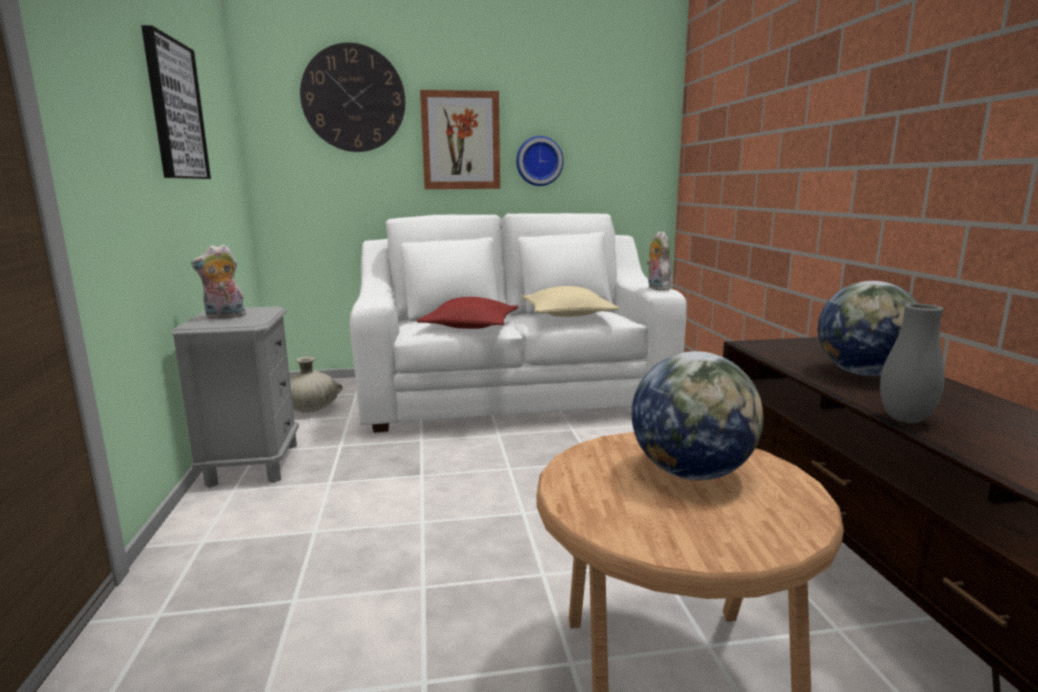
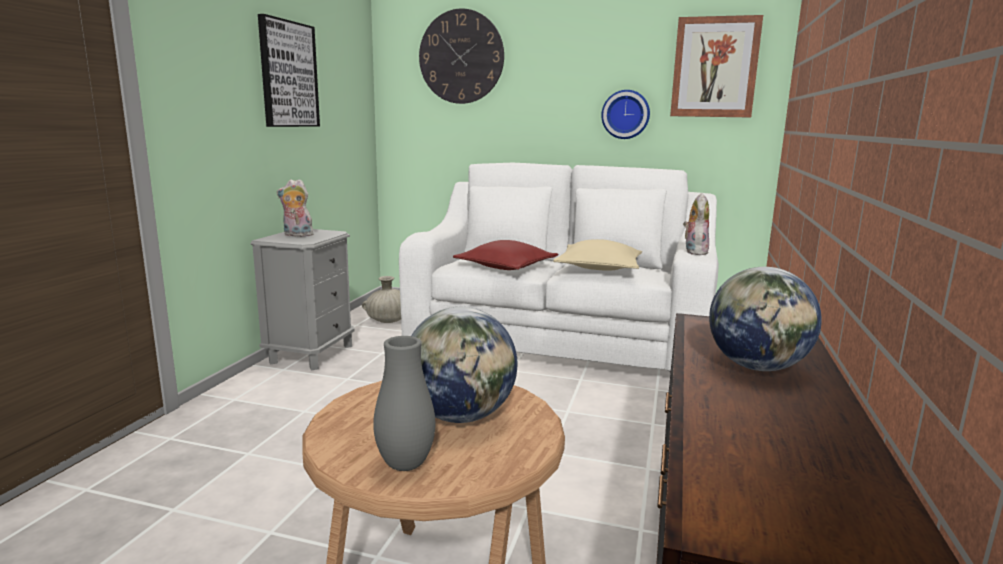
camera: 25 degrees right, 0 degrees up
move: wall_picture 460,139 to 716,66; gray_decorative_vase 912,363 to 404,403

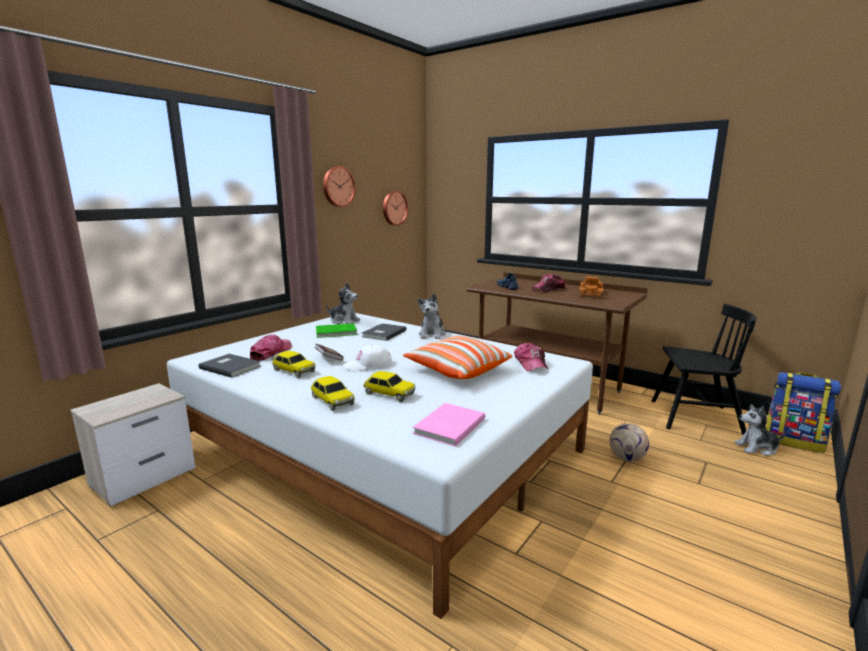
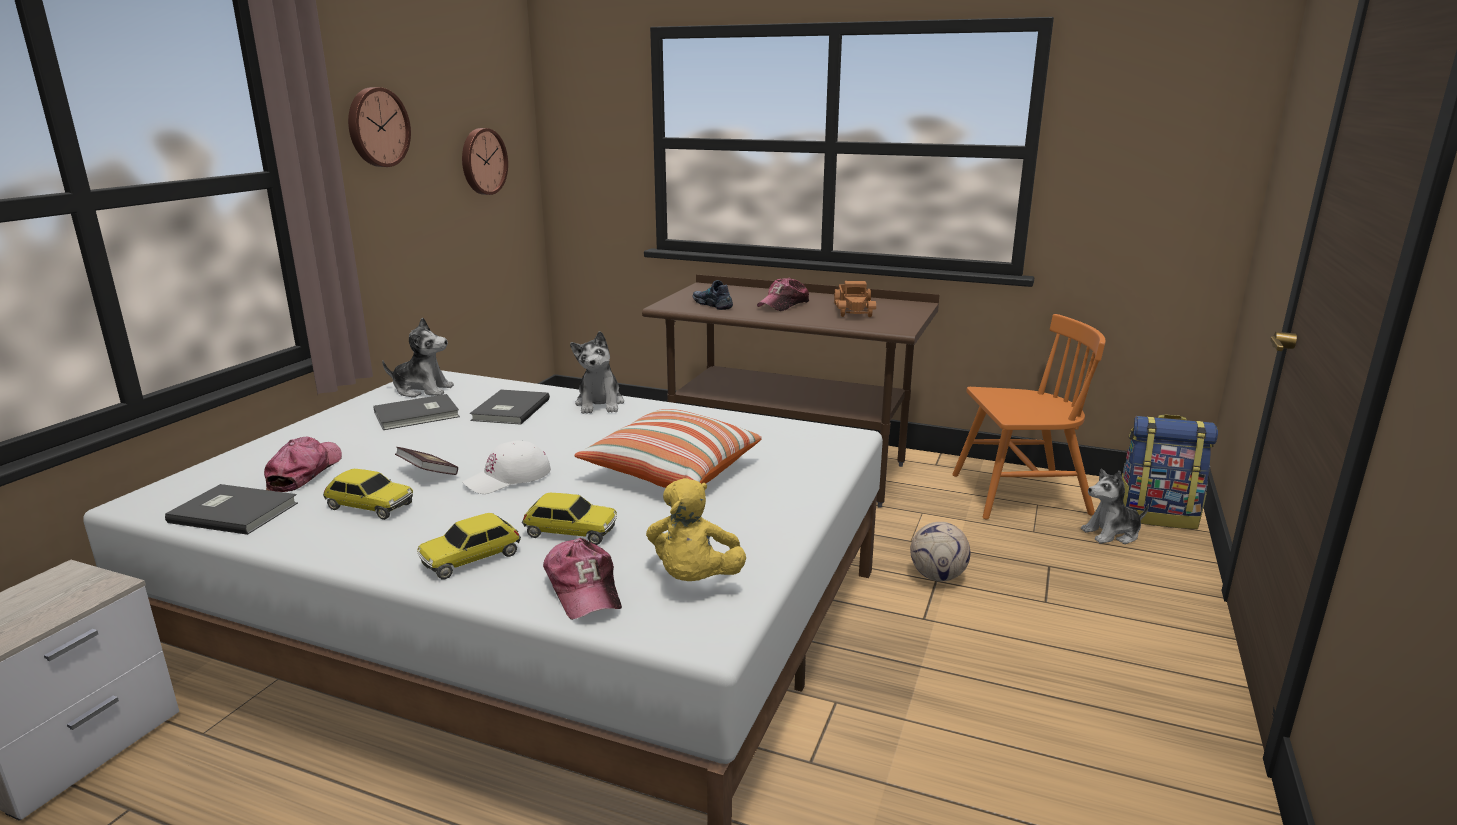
camera: 15 degrees left, 5 degrees up
move: peaked_cap 531,356 to 582,579
replace: pink_volume 449,424 to yellowish_soft_toy 696,529
recolor: green-coloured_volume 336,330 to gray_volume 416,412; black-coloured_plain_chair 704,369 to orange-coloured_plain_chair 1029,416
rotate: toy_car 333,393 = 469,546 105 degrees clockwise

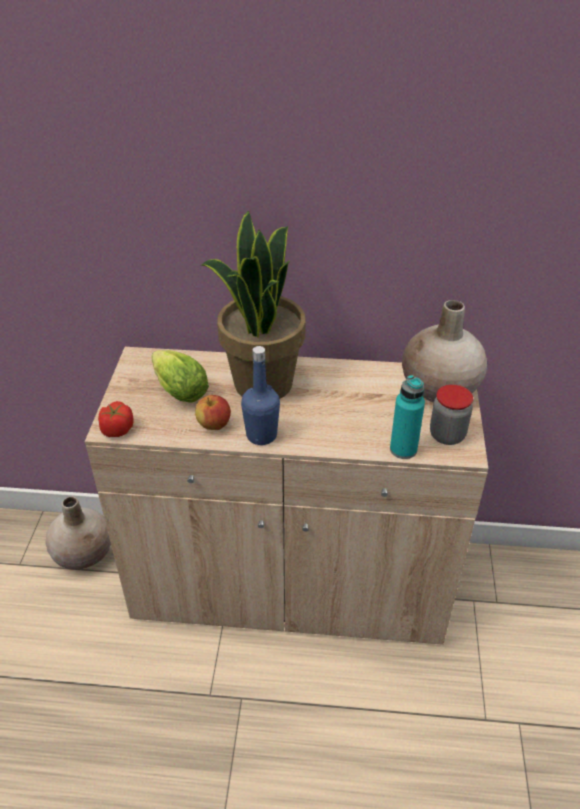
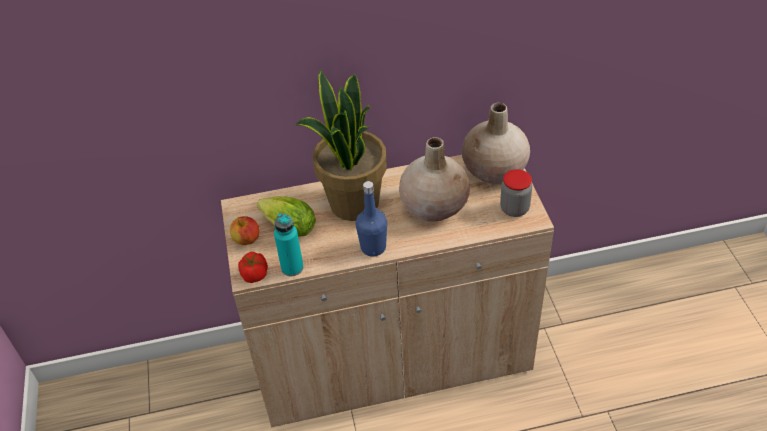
camera: 15 degrees left, 5 degrees up
move: sand-coloured_decorative_vase 78,533 to 434,179; whole_apple 213,412 to 244,230; turquoise-coloured_drink_bottle 407,417 to 289,244

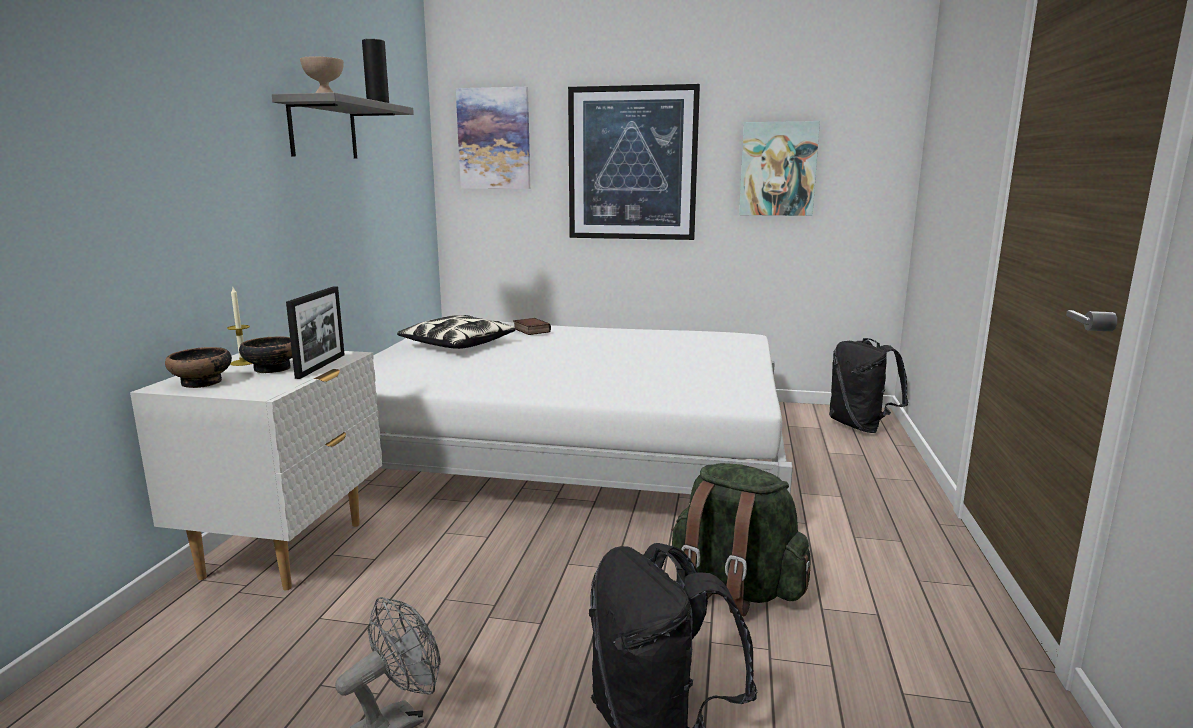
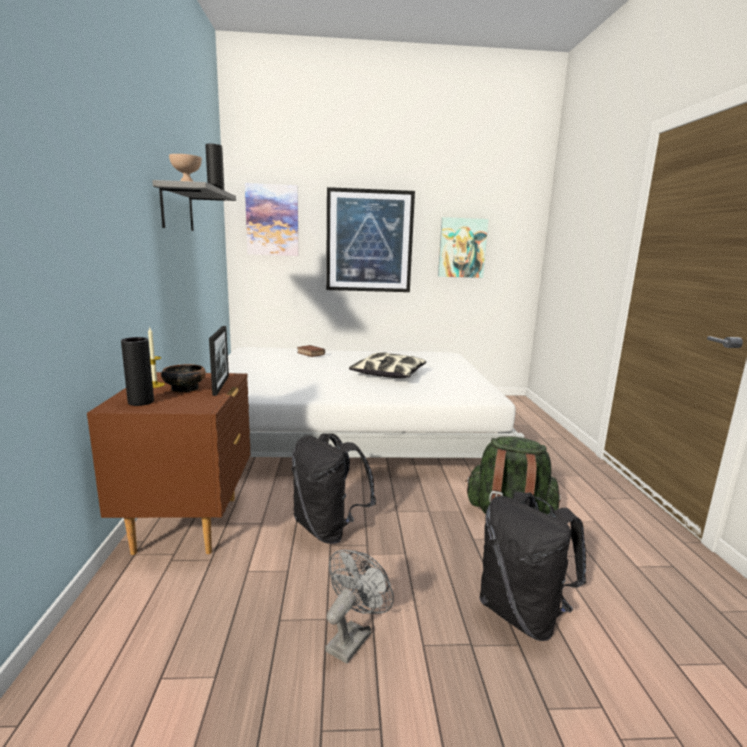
camera: 15 degrees left, 0 degrees up
move: pillow 456,332 to 387,365; black-coloured_rucksack 868,385 to 333,488
replace: bowl 198,367 to black-coloured_decorative_vase 137,371
recolor: whitish_bedside_table 256,470 to brownish_bedside_table 168,463

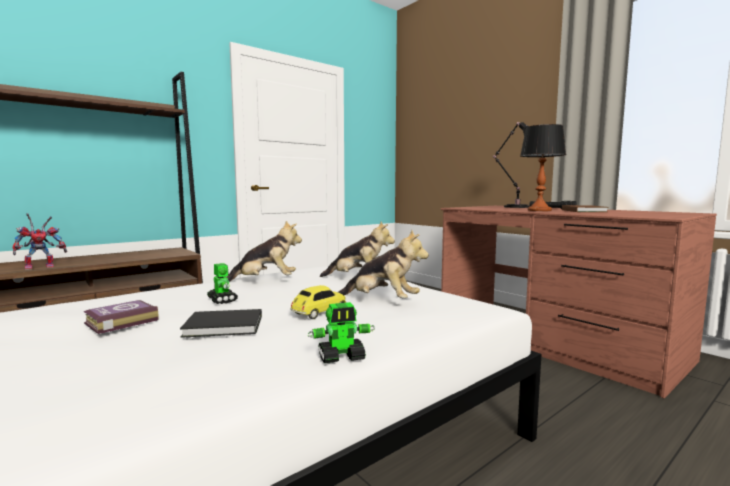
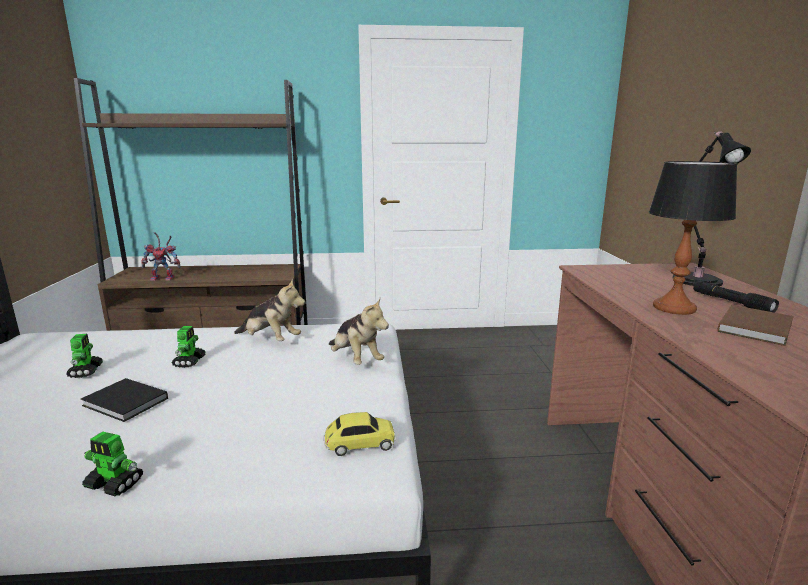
camera: 35 degrees right, 10 degrees up
delete: soft_toy 383,264
move: toy_car 318,302 to 359,434
replace: volume 120,317 to toy_robot 84,356

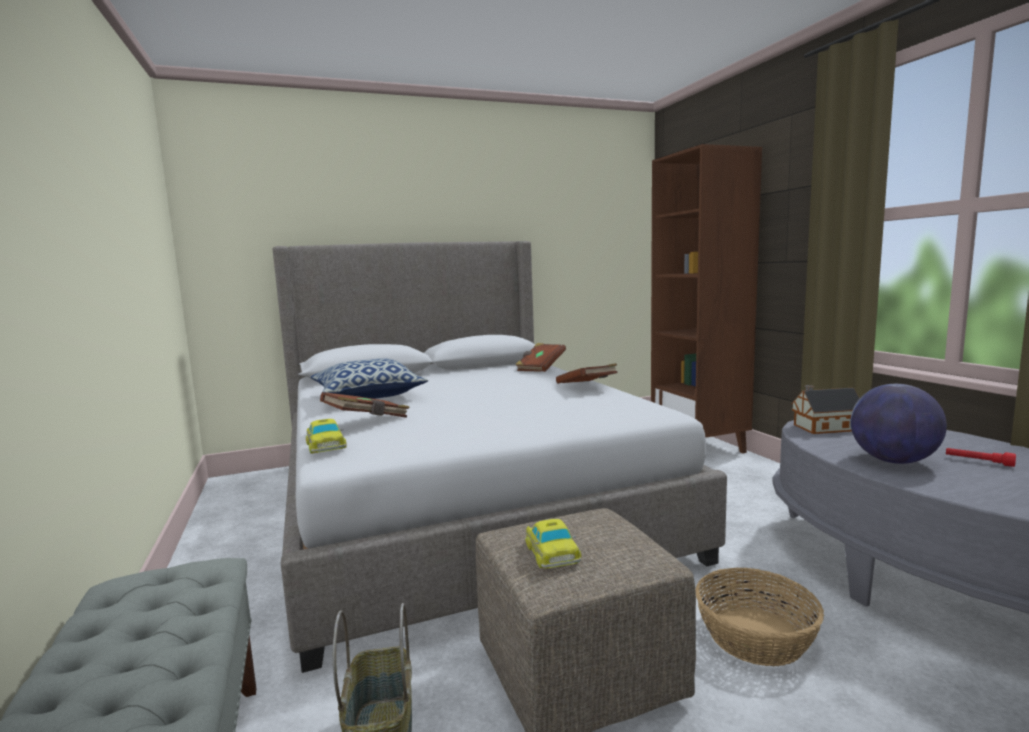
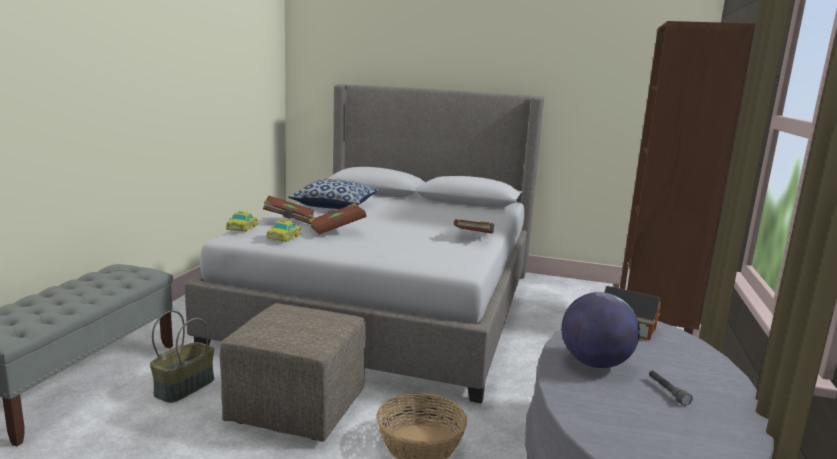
camera: 35 degrees right, 5 degrees up
move: brownish_volume 540,357 to 337,218; toy_car 553,544 to 284,231
recolor: reddish_torch 981,457 to gray_torch 671,388

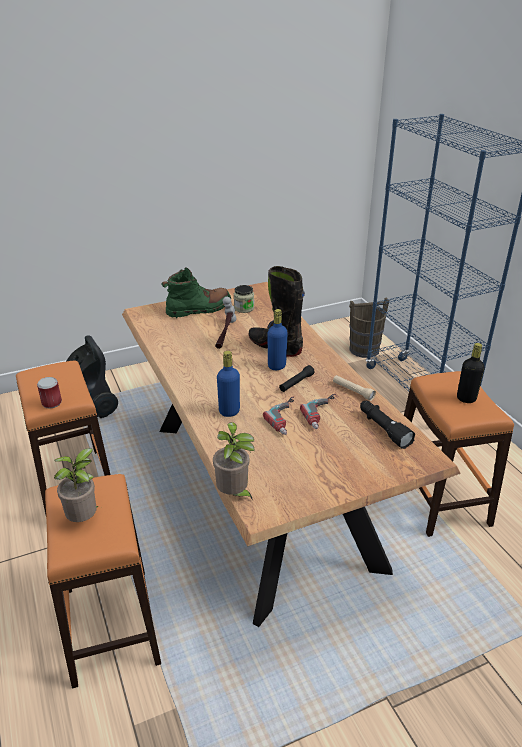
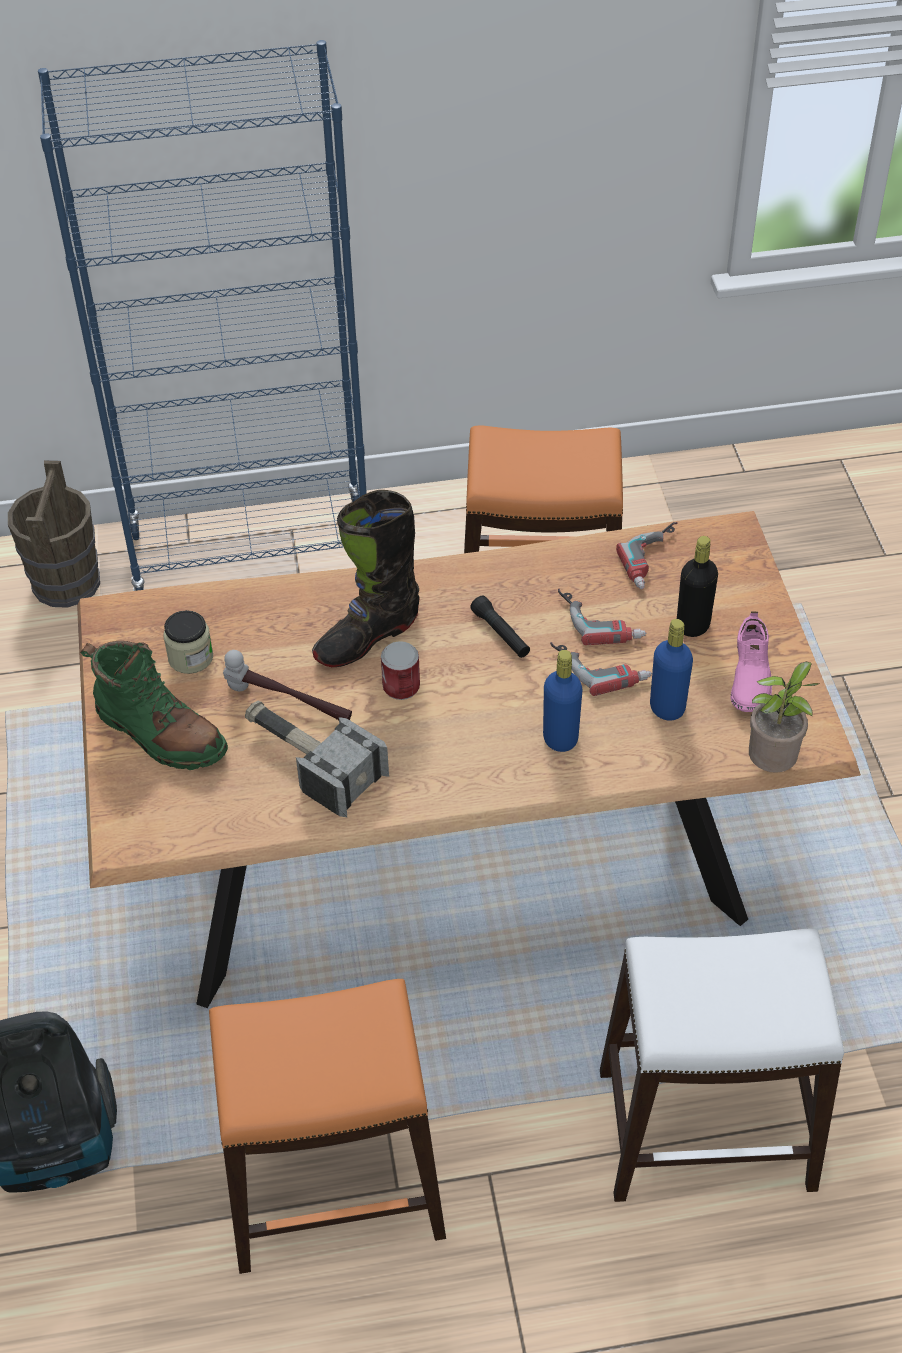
camera: 75 degrees left, 15 degrees up
delete: potted_plant 76,485; sand-coloured_torch 354,388
insert: hammer 317,758; pink_low_shoe 751,661
move: sealed_can 49,393 to 400,670; bluish_drink_bottle 278,339 to 671,670; black-coloured_drink_bottle 471,373 to 697,586
replace: black-coloured_torch 387,425 to power_drill 647,555
recolor: orange-coloured_stool_seat 103,581 to whitish_stool_seat 722,1065
rotate: green-coloured_high-top_boot 196,292 = 154,705 135 degrees clockwise

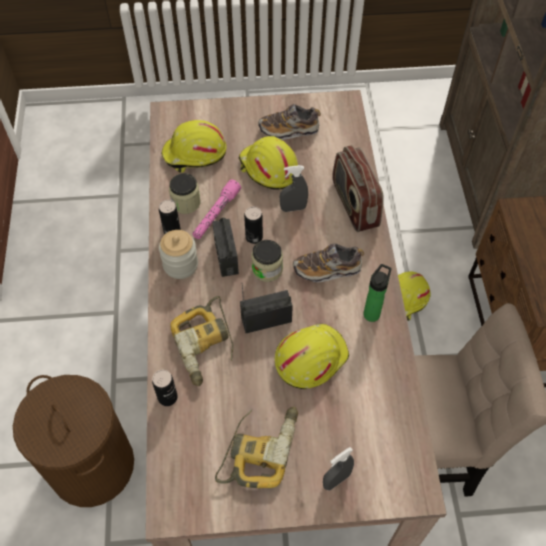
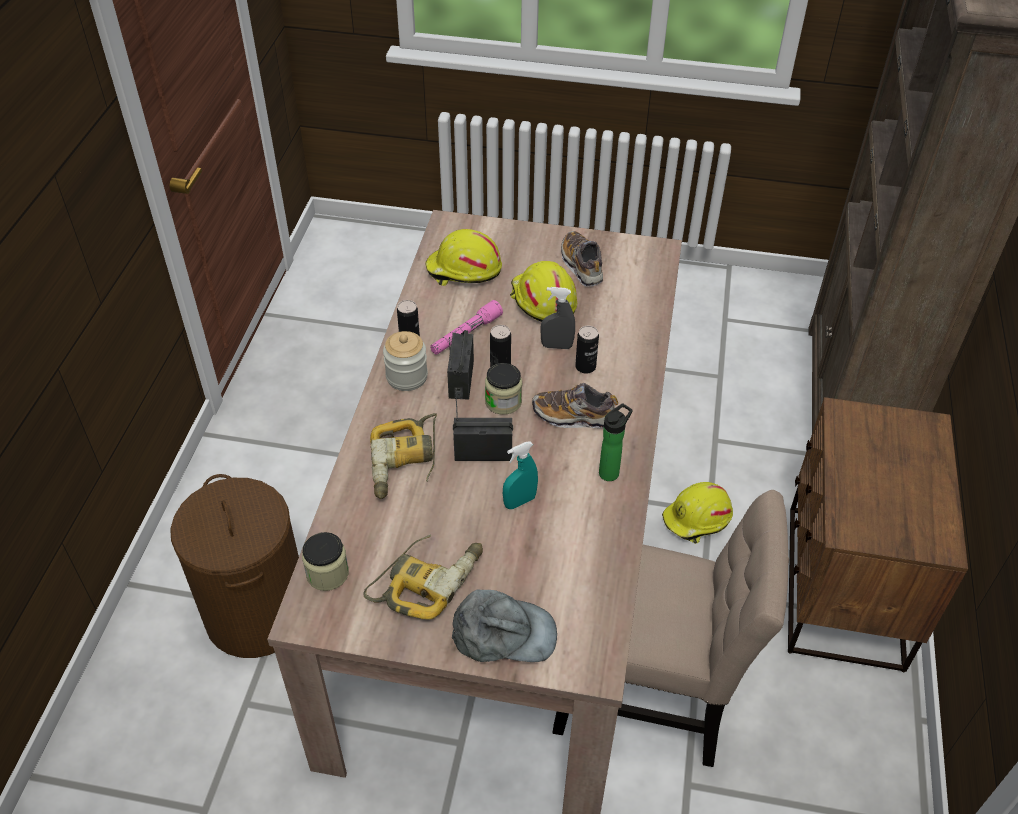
camera: 15 degrees right, 10 degrees down
delete: radio_receiver 358,188
move: sealed_can 165,388 to 587,350; preserve_jar 184,193 to 325,561
replace: yellowish_safety_helmet 312,356 to turquoise-coloured_spray_bottle 520,475; gray_spray_bottle 338,468 to gray_peaked_cap 504,625
rotate: low_shoe 289,122 = 582,259 60 degrees clockwise

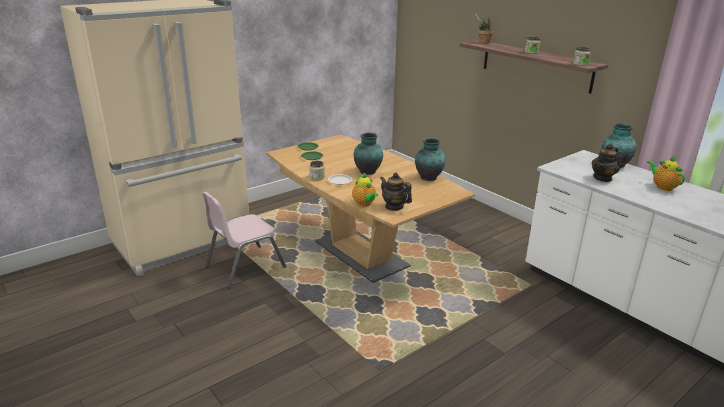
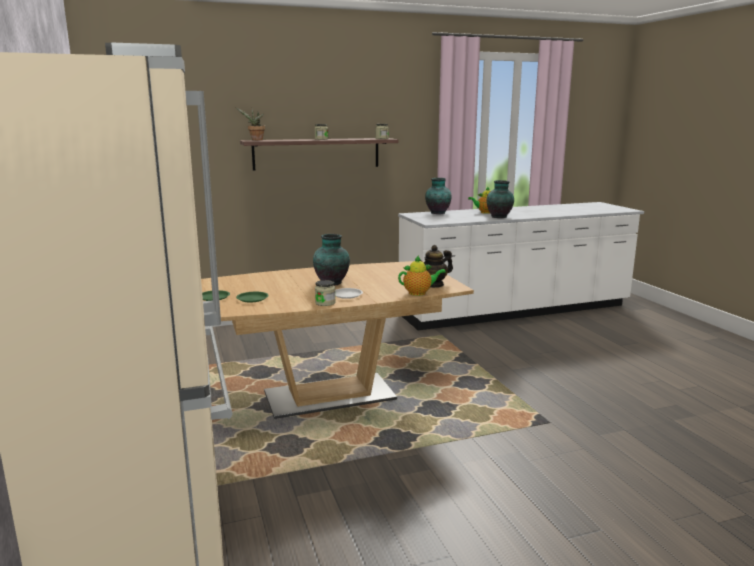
camera: 70 degrees left, 10 degrees down
delete: pink_plain_chair 244,240; tea_pot 606,163
move: decorative_vase 430,159 to 500,199

